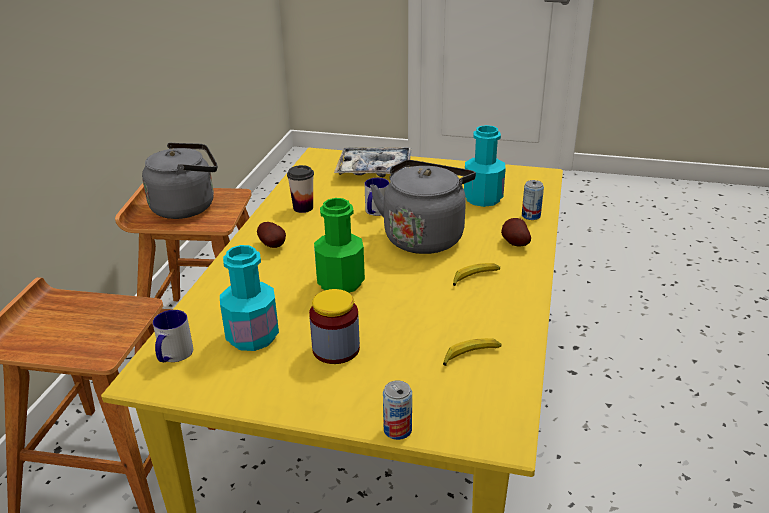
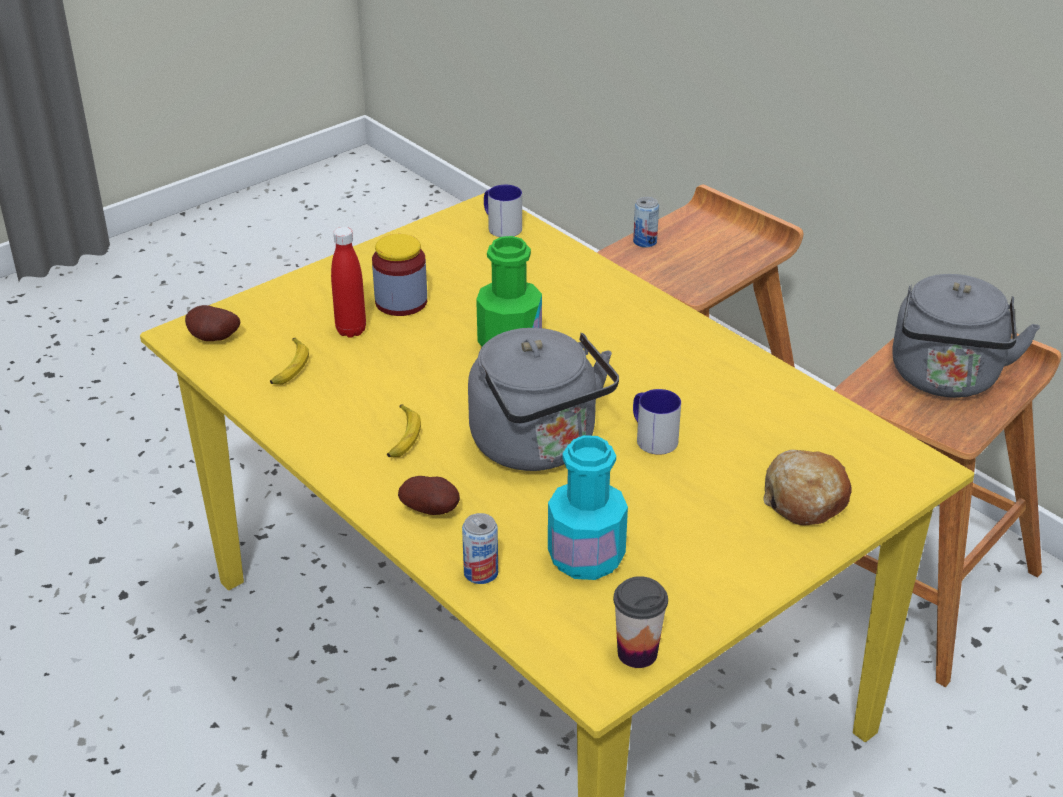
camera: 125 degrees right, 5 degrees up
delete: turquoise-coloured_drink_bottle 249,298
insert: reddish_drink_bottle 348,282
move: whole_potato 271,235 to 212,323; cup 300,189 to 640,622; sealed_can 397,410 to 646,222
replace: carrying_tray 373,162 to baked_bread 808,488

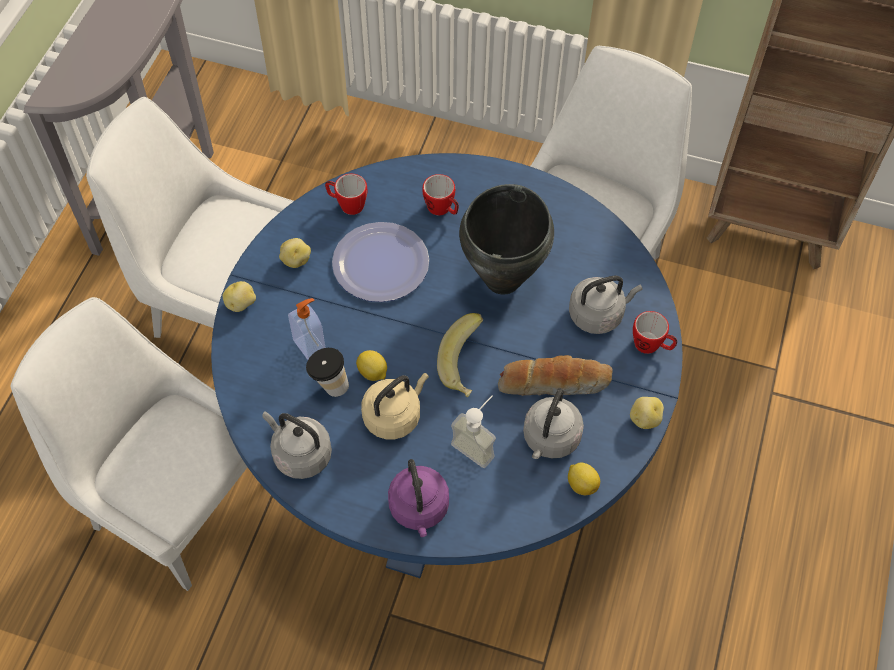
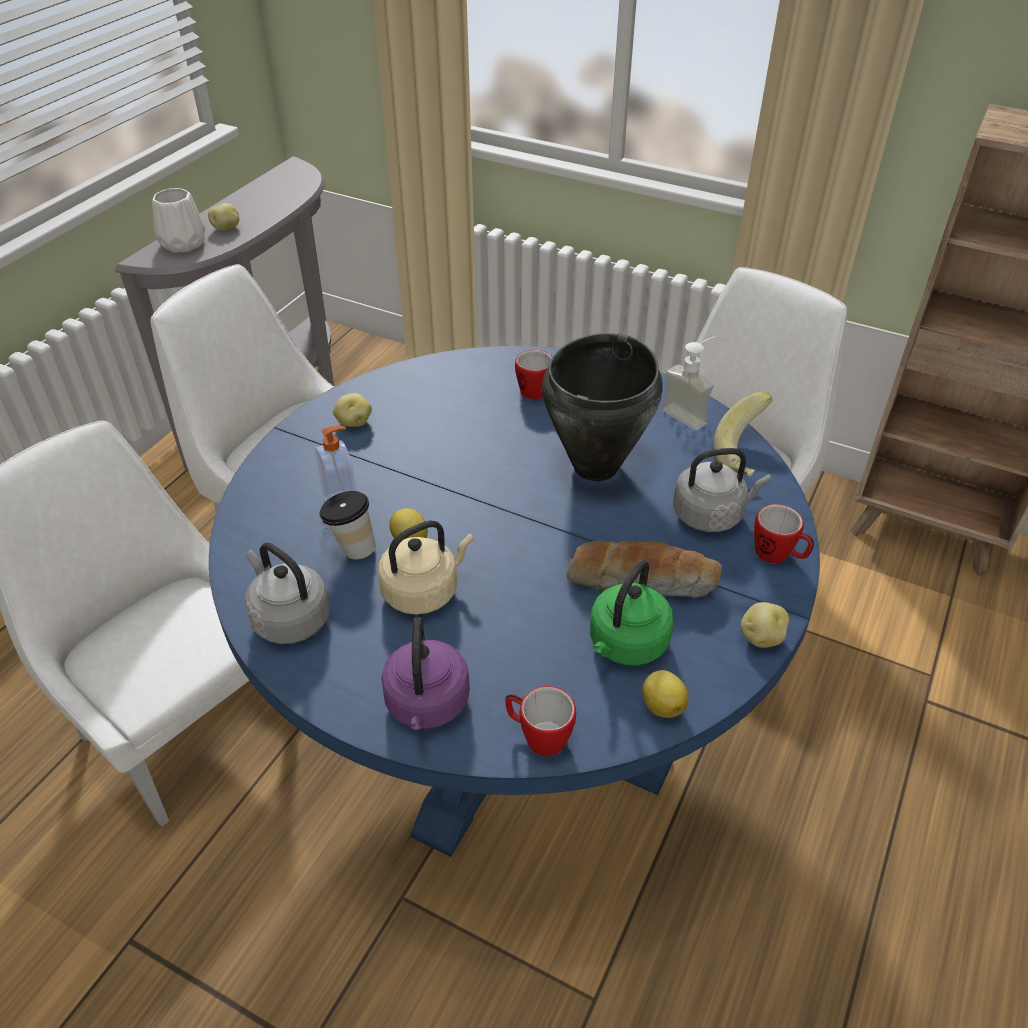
camera: 10 degrees right, 15 degrees down
delete: flat_dish 380,262
insert: whitish_decorative_vase 178,220
move: whole_potato 239,296 to 223,217; tea_mug 346,194 to 540,721; whole_banana 460,355 to 742,434; liquid_soap_bottle 473,432 to 688,383
recolor: gray_water_kettle 553,423 to green-coloured_water_kettle 631,613

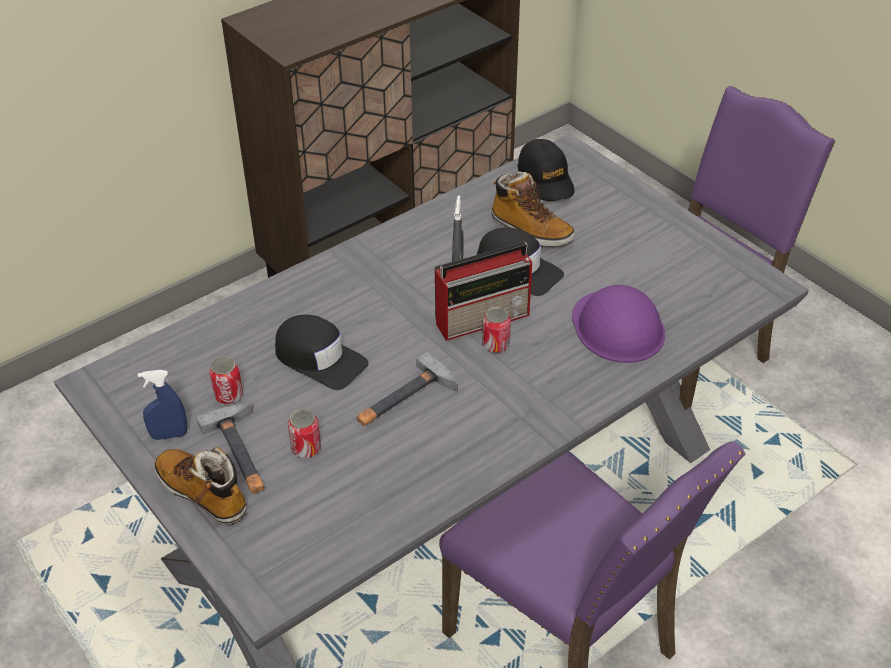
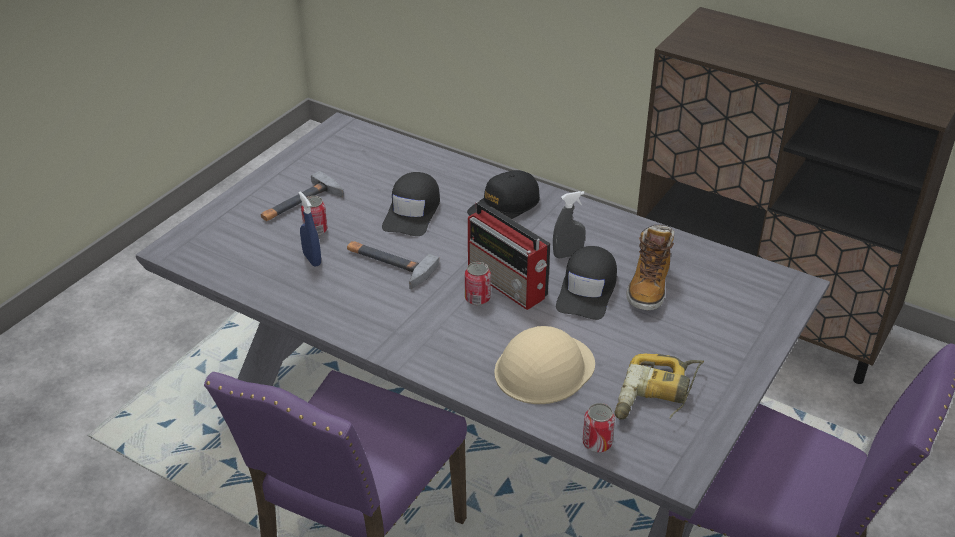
camera: 70 degrees right, 5 degrees down
delete: high-top_boot 200,486
insert: power_drill 659,386
move: bluish_spray_bottle 162,405 to 310,229; sealed_can 226,380 to 599,427; black-coloured_peaked_cap 546,170 to 503,194
recolor: purplish_safety_helmet 618,324 to sand-coloured_safety_helmet 544,365

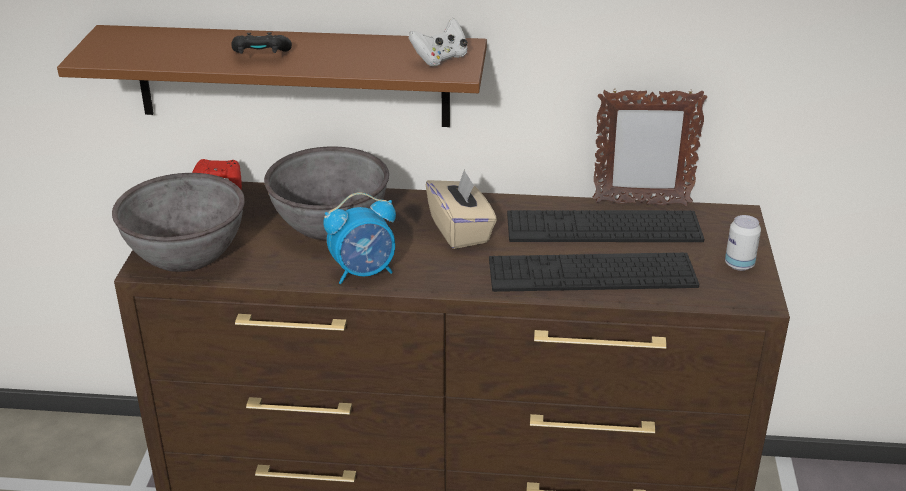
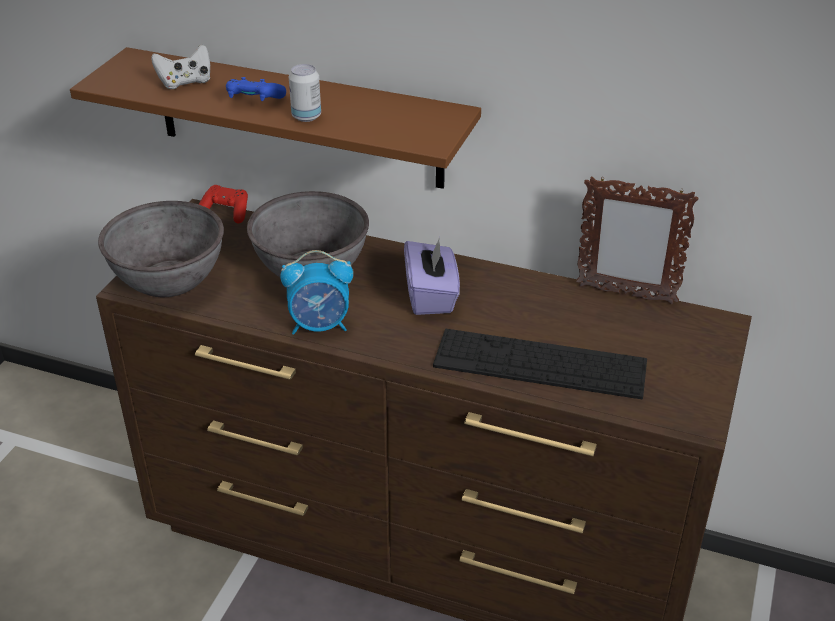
camera: 15 degrees right, 5 degrees up
delete: computer_keyboard 605,226
move: whitish_joypad 438,42 to 180,66; sealed_can 743,243 to 305,93
recolor: black-coloured_joypad 261,43 to bluish_joypad 256,89; sand-coloured_box_of_tissues 461,209 to purplish_box_of_tissues 432,276

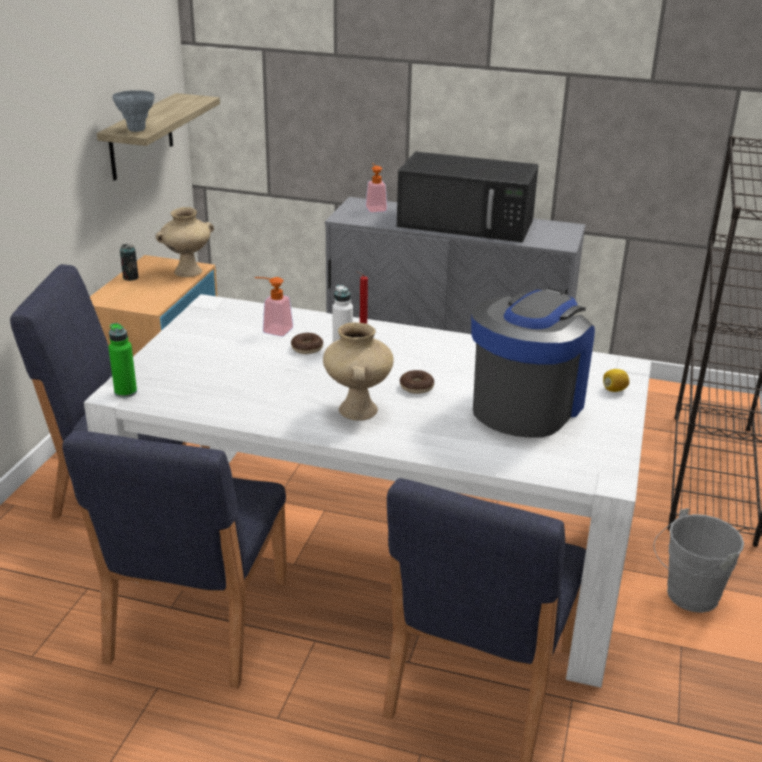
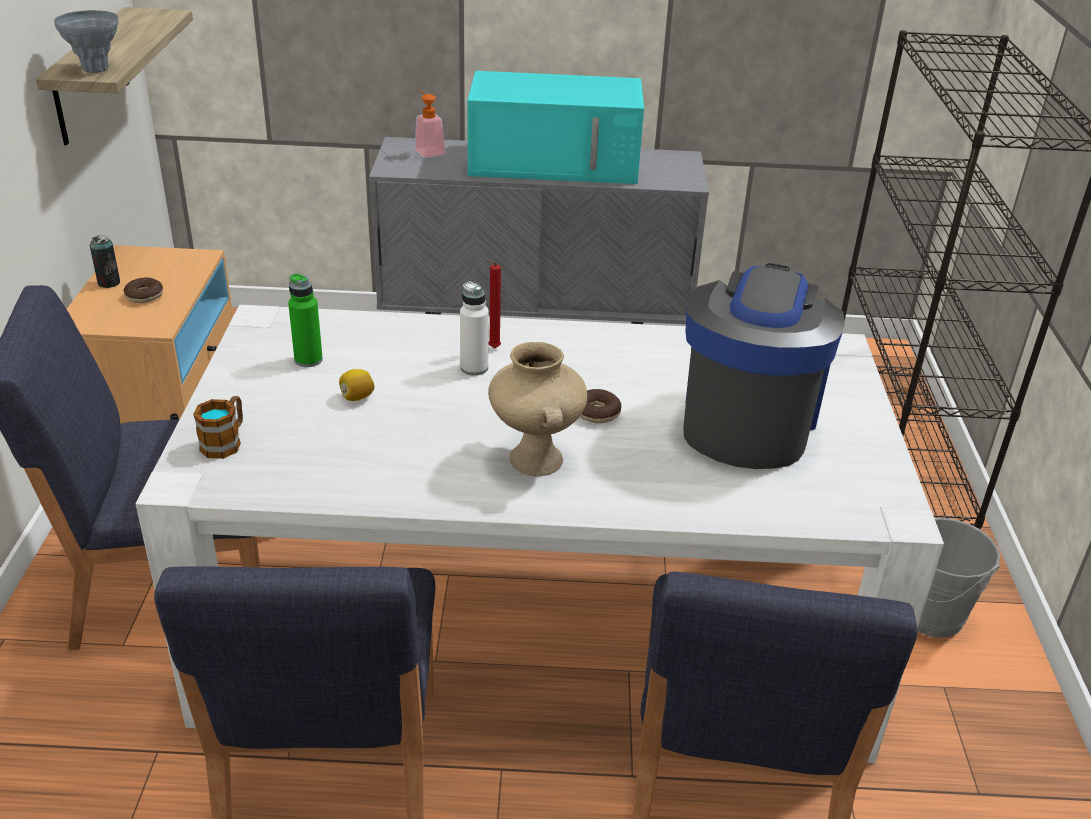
camera: 15 degrees left, 5 degrees up
delete: sand-coloured_decorative_vase 185,242; liquid_soap_bottle 274,306
insert: tea_mug 218,427
move: green-coloured_drink_bottle 122,360 to 305,320; ring_doughnut 307,343 to 143,290; citrus_fruit 616,380 to 357,385
recolor: black-coloured_microwave_oven 468,196 to turquoise-coloured_microwave_oven 555,127

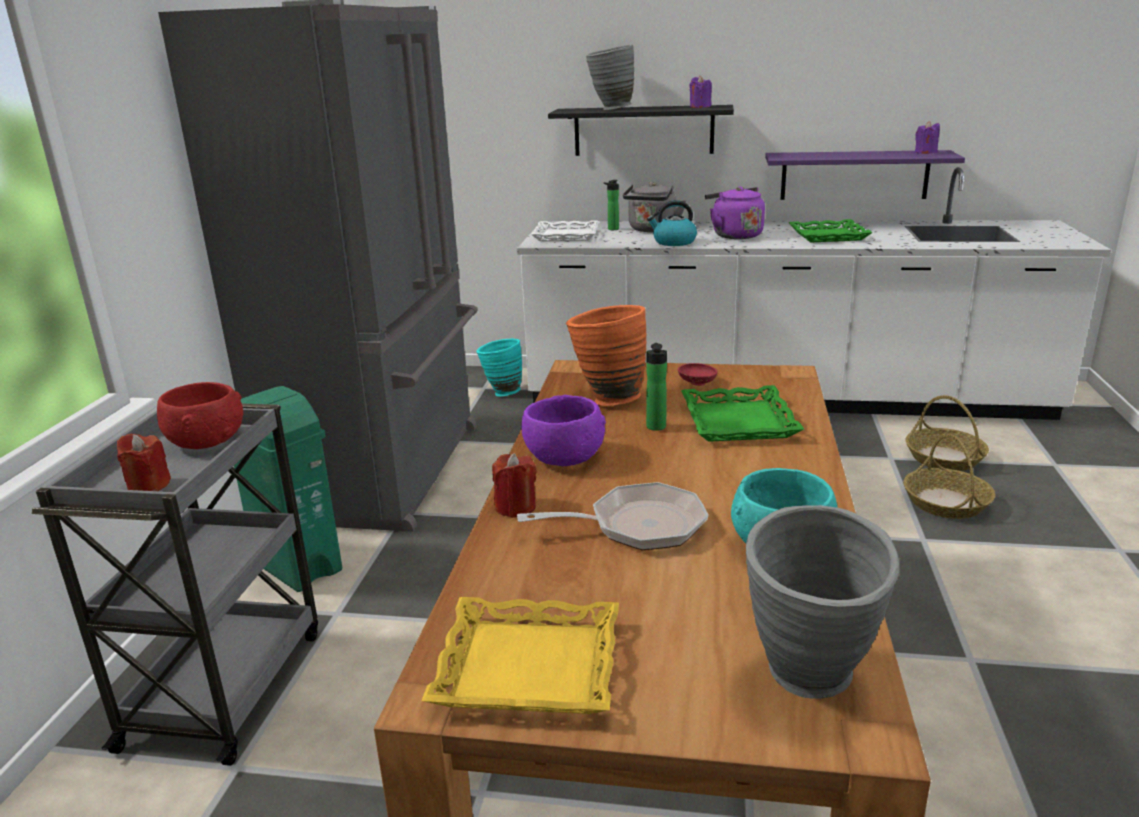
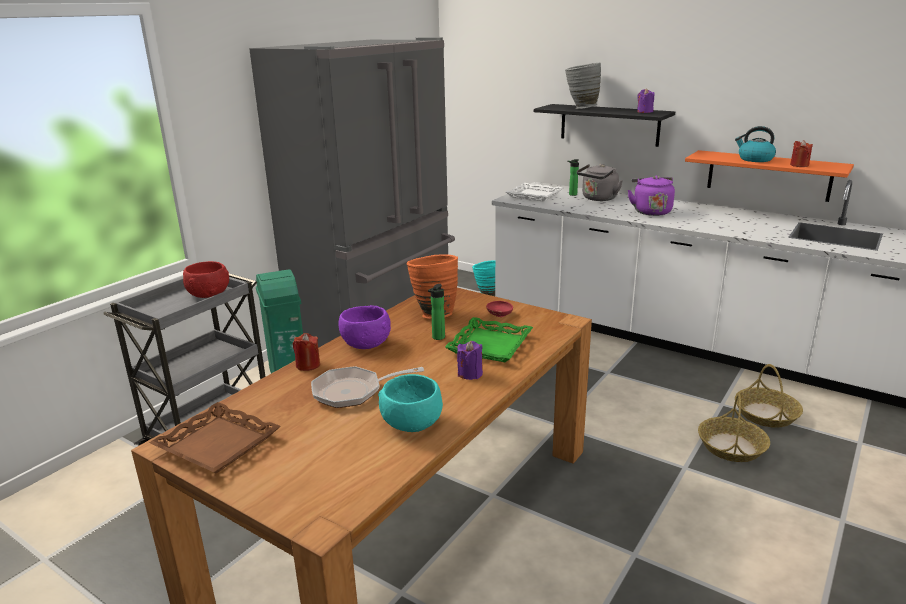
camera: 25 degrees right, 0 degrees up
delete: gray_decorative_vase 822,602; green-coloured_carrying_tray 831,231
move: reddish_wax_candle 144,462 to 801,153; water_kettle 672,223 to 755,144; purplish_wax_candle 927,137 to 470,360
recolor: yellowish_carrying_tray 520,655 to brownish_carrying_tray 215,438; purplish_bracket_shelf 865,175 to orange-coloured_bracket_shelf 769,176
rotate: pan 613,516 = 367,387 150 degrees clockwise

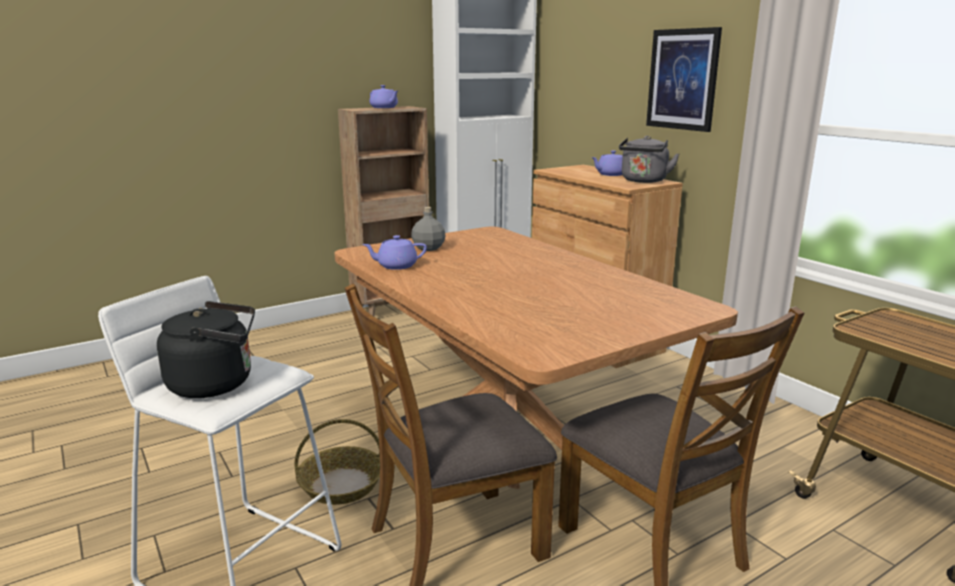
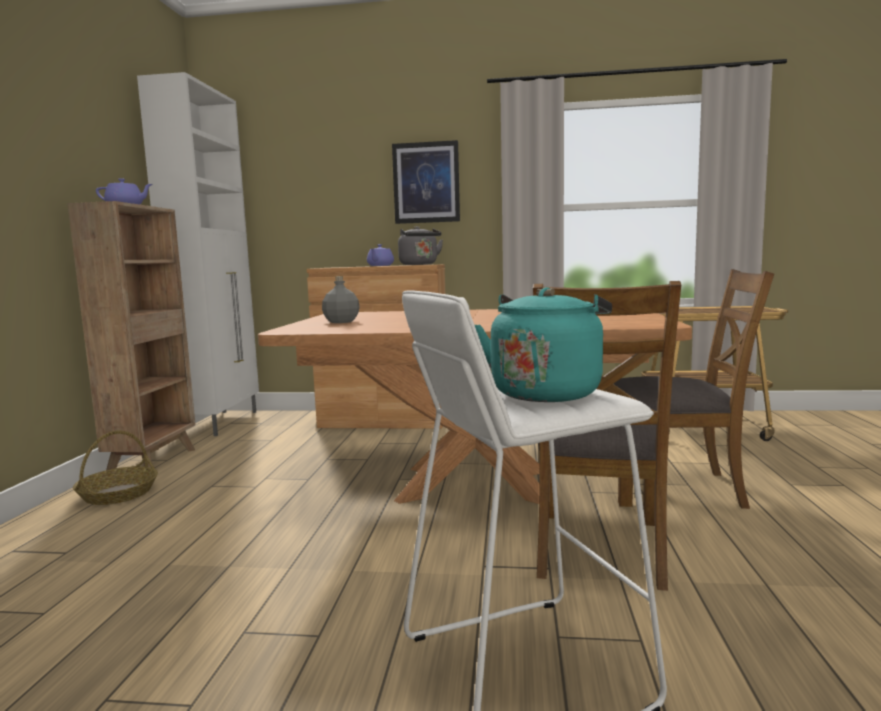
camera: 50 degrees left, 10 degrees down
delete: purplish_tea_pot 394,252
move: storage_basket 337,462 to 115,467
recolor: black-coloured_water_kettle 206,349 to turquoise-coloured_water_kettle 543,344

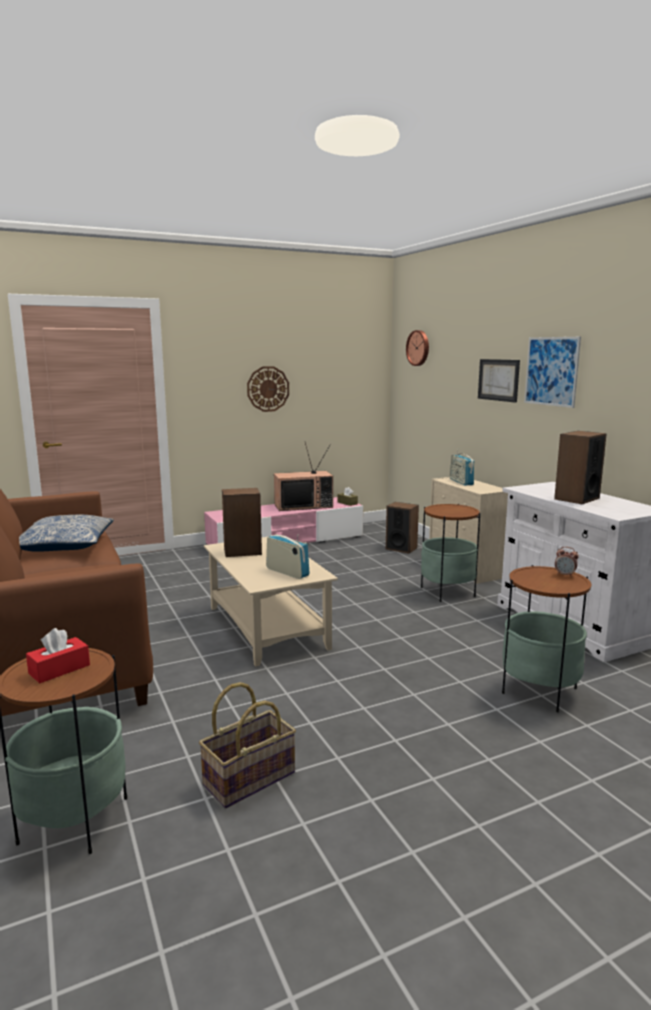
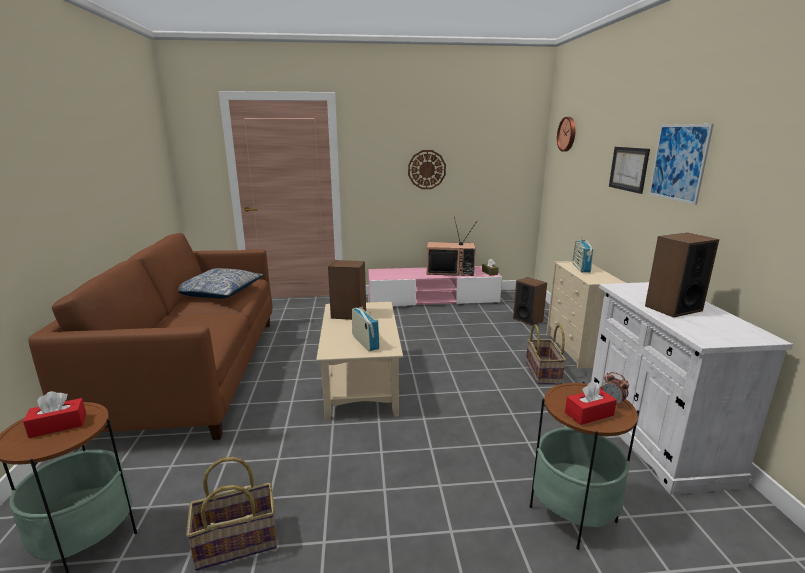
camera: 20 degrees right, 5 degrees up
insert: reddish_box_of_tissues 591,403
replace: side_table 450,553 to storage_basket 546,354

